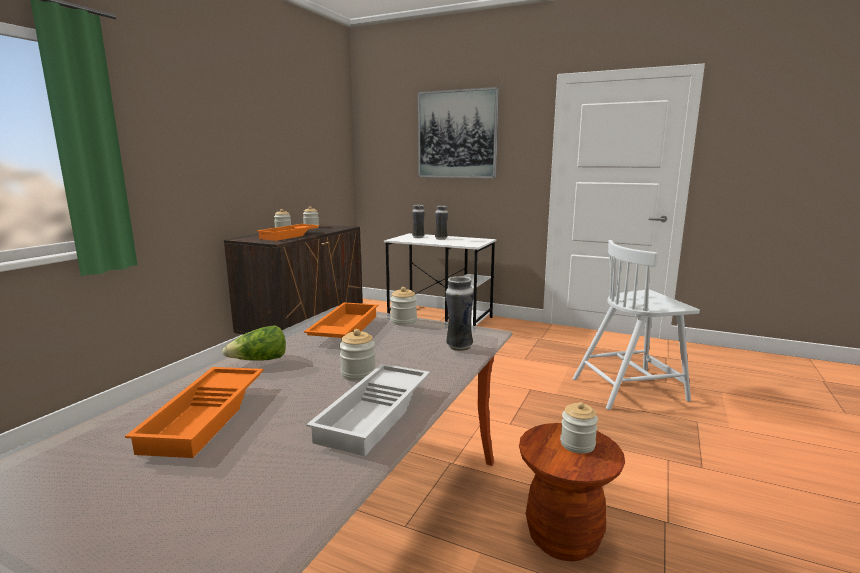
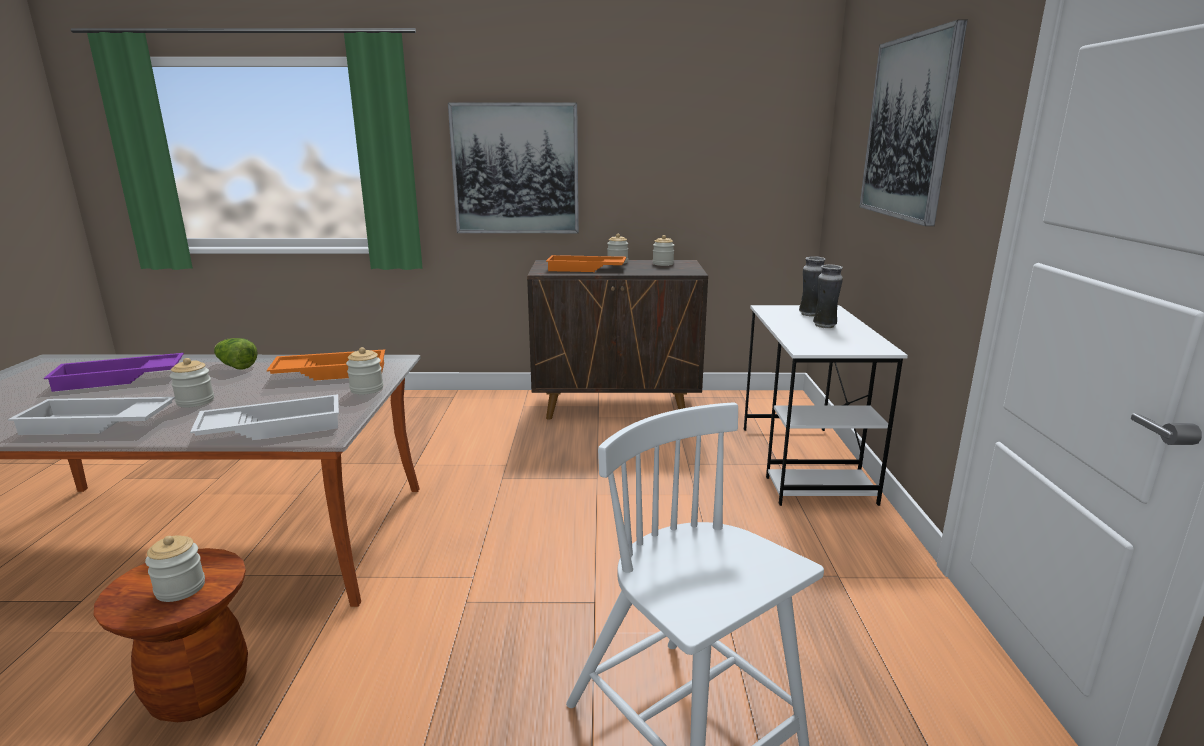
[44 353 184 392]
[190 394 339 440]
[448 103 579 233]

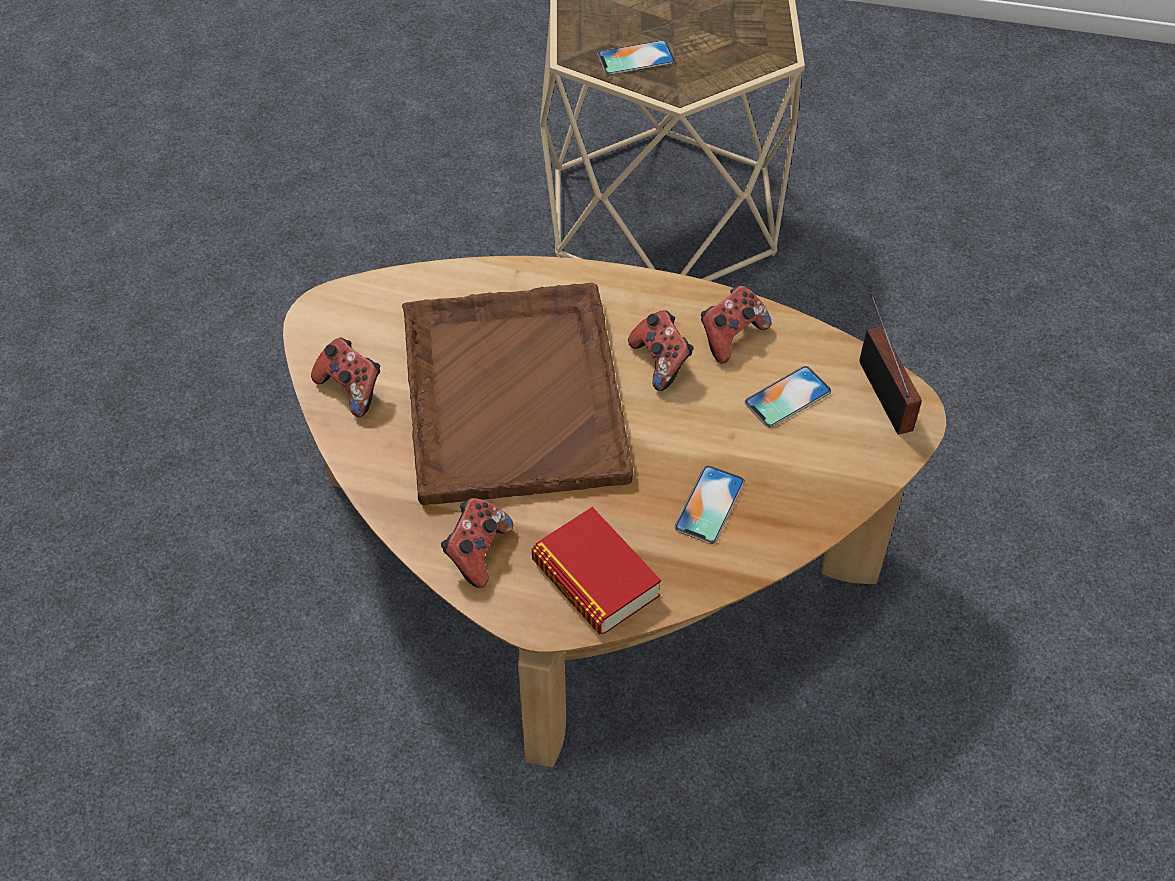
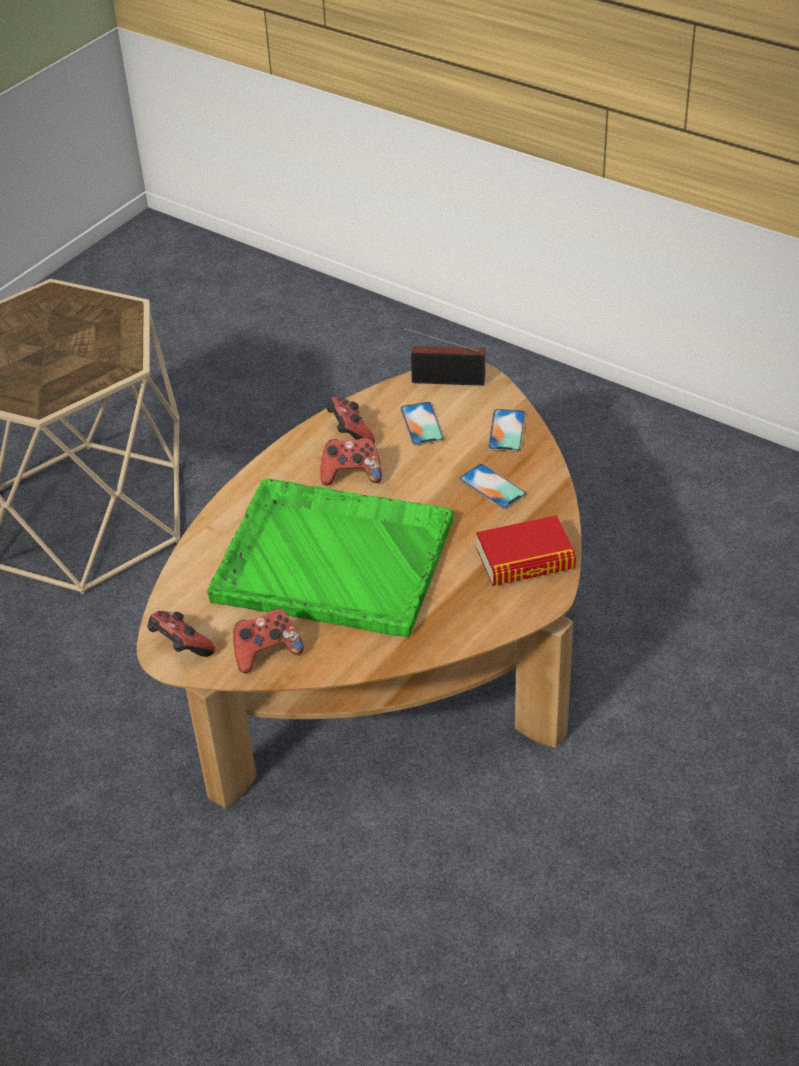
[207 478 454 637]
[147 611 215 657]
[488 409 526 452]

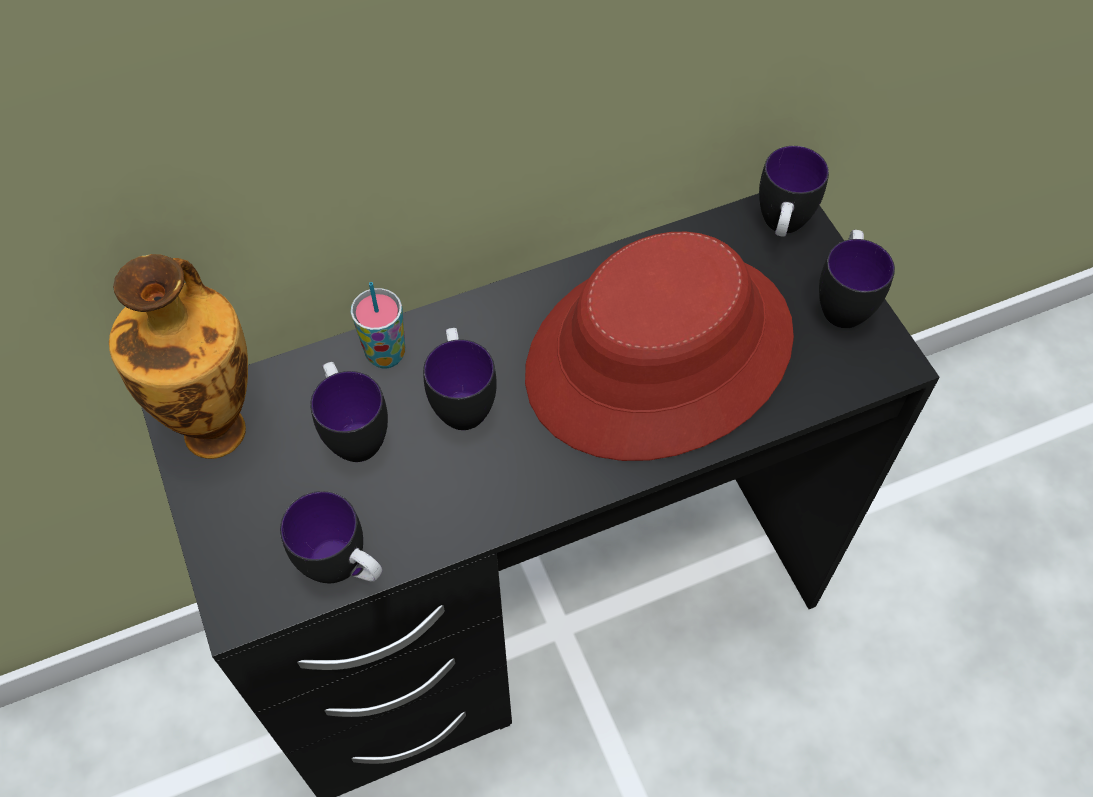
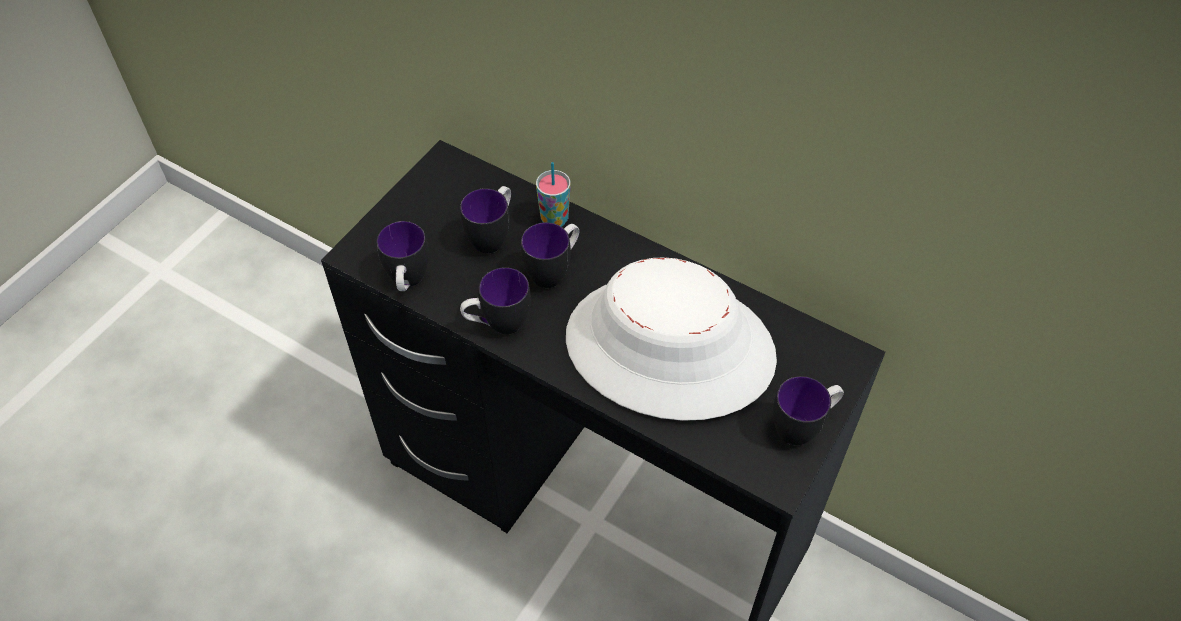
[109 254 248 459] (first image)
[566 257 777 421]
[460 267 531 334]

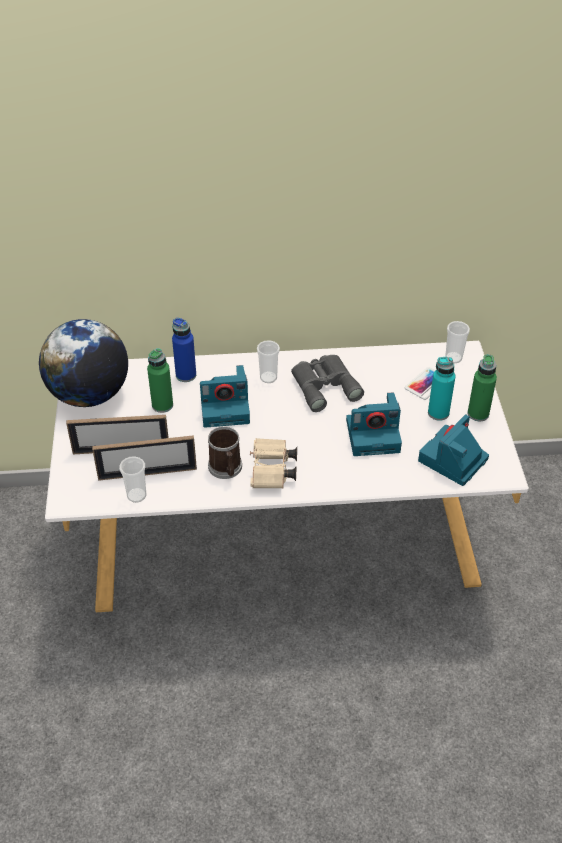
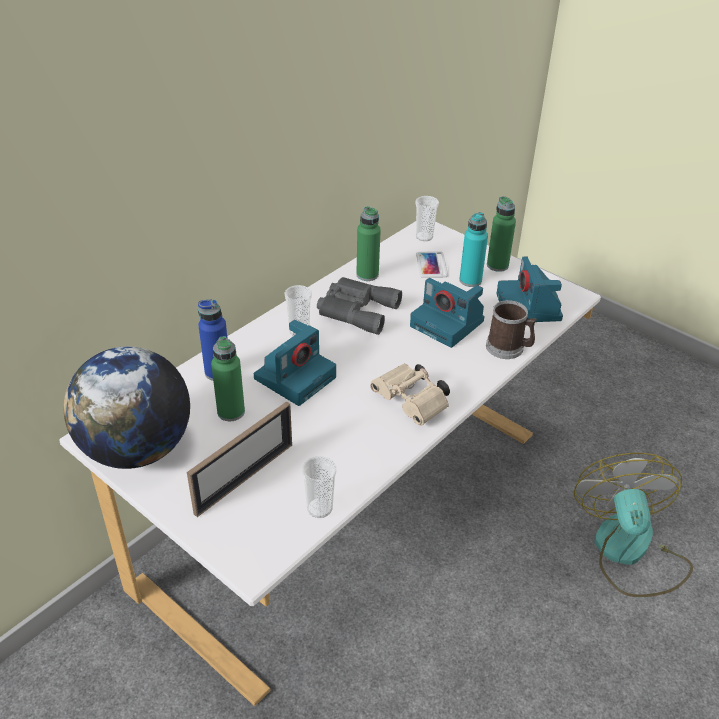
[92 435 197 481] (first image)
[486 300 537 359]
[410 278 485 348]
[356 206 381 281]
[574 453 693 597]

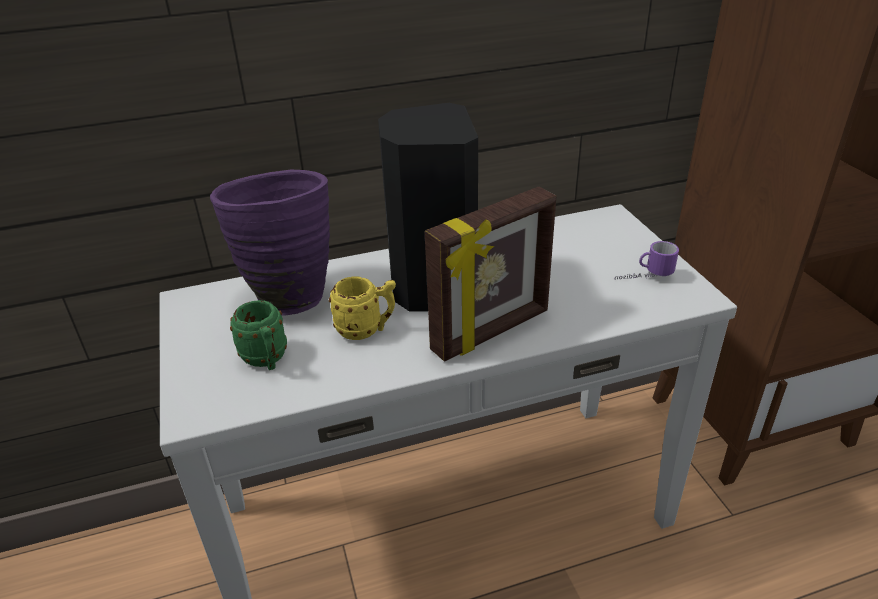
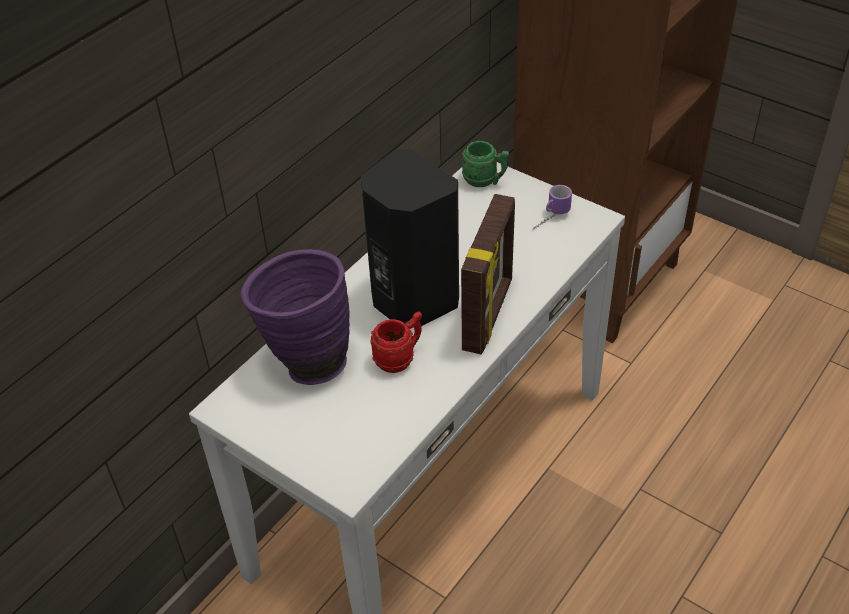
[461 141 509 187]
[370 311 422 373]

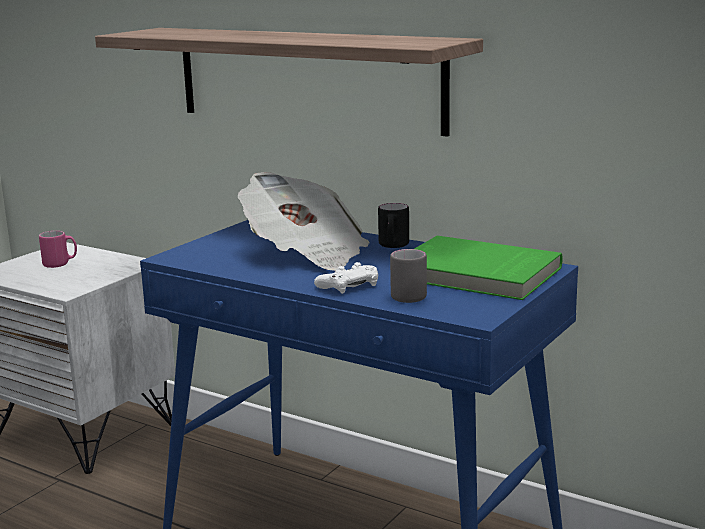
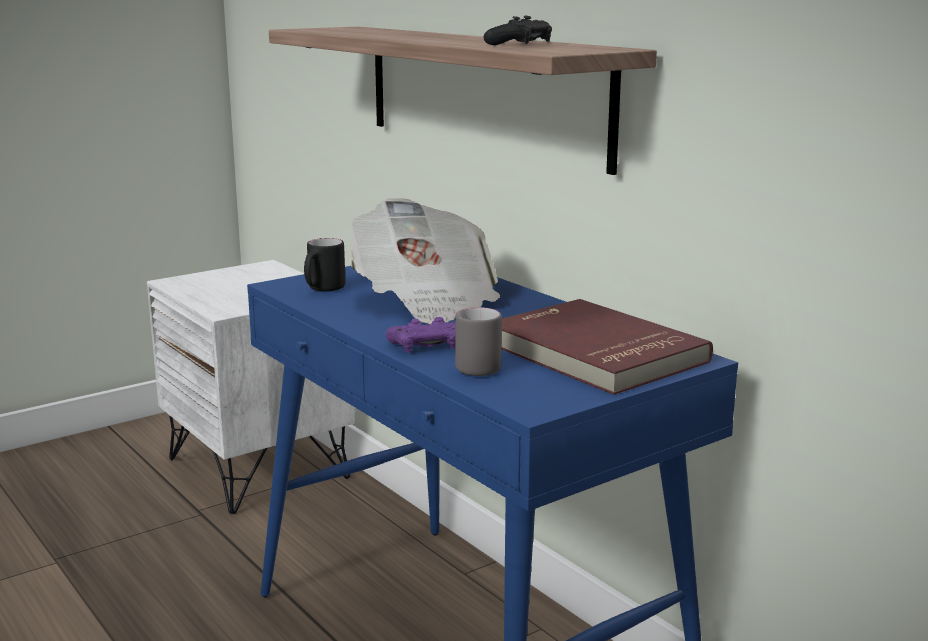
[39 231 77 268] (first image)
[386 317 455 353]
[304 238 345 291]
[501 299 713 395]
[484 16 552 45]

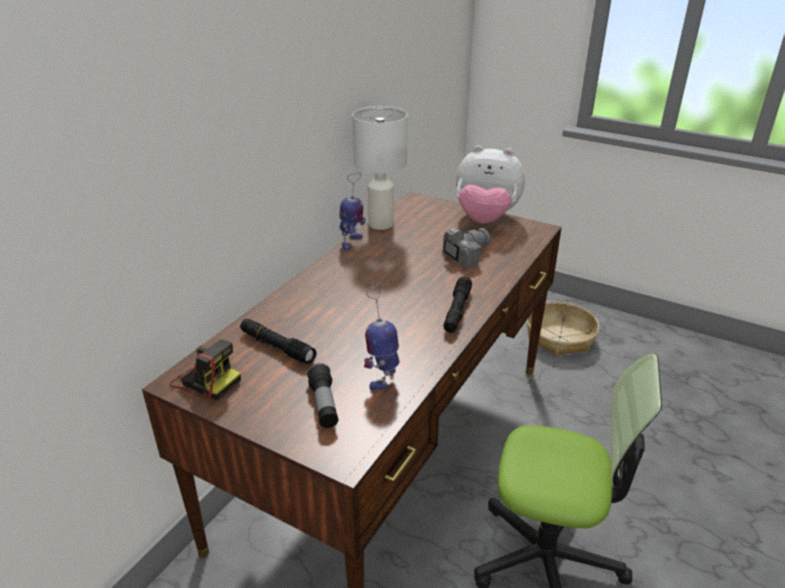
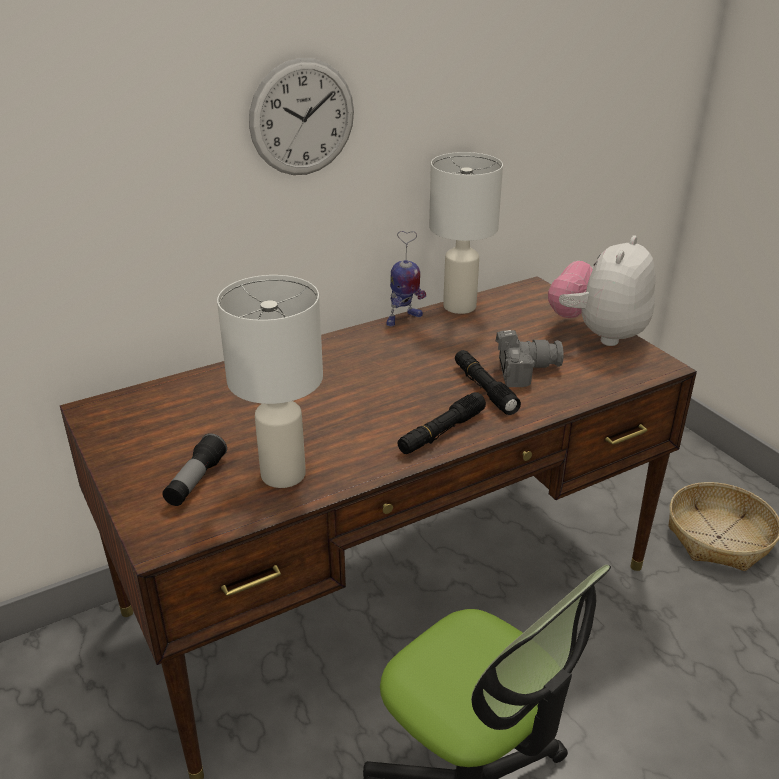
[170 339 241 400] (first image)
[455 350 521 415]
[217 275 323 488]
[548 235 656 346]
[249 58 354 175]

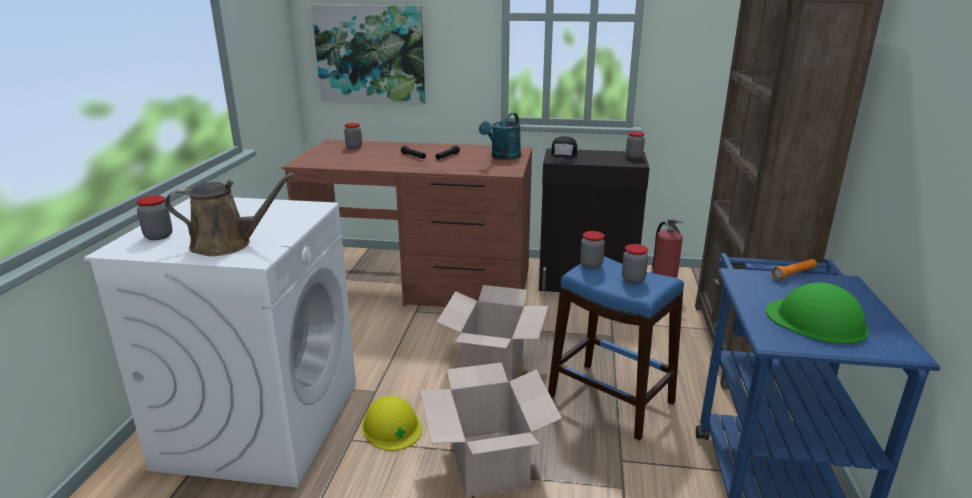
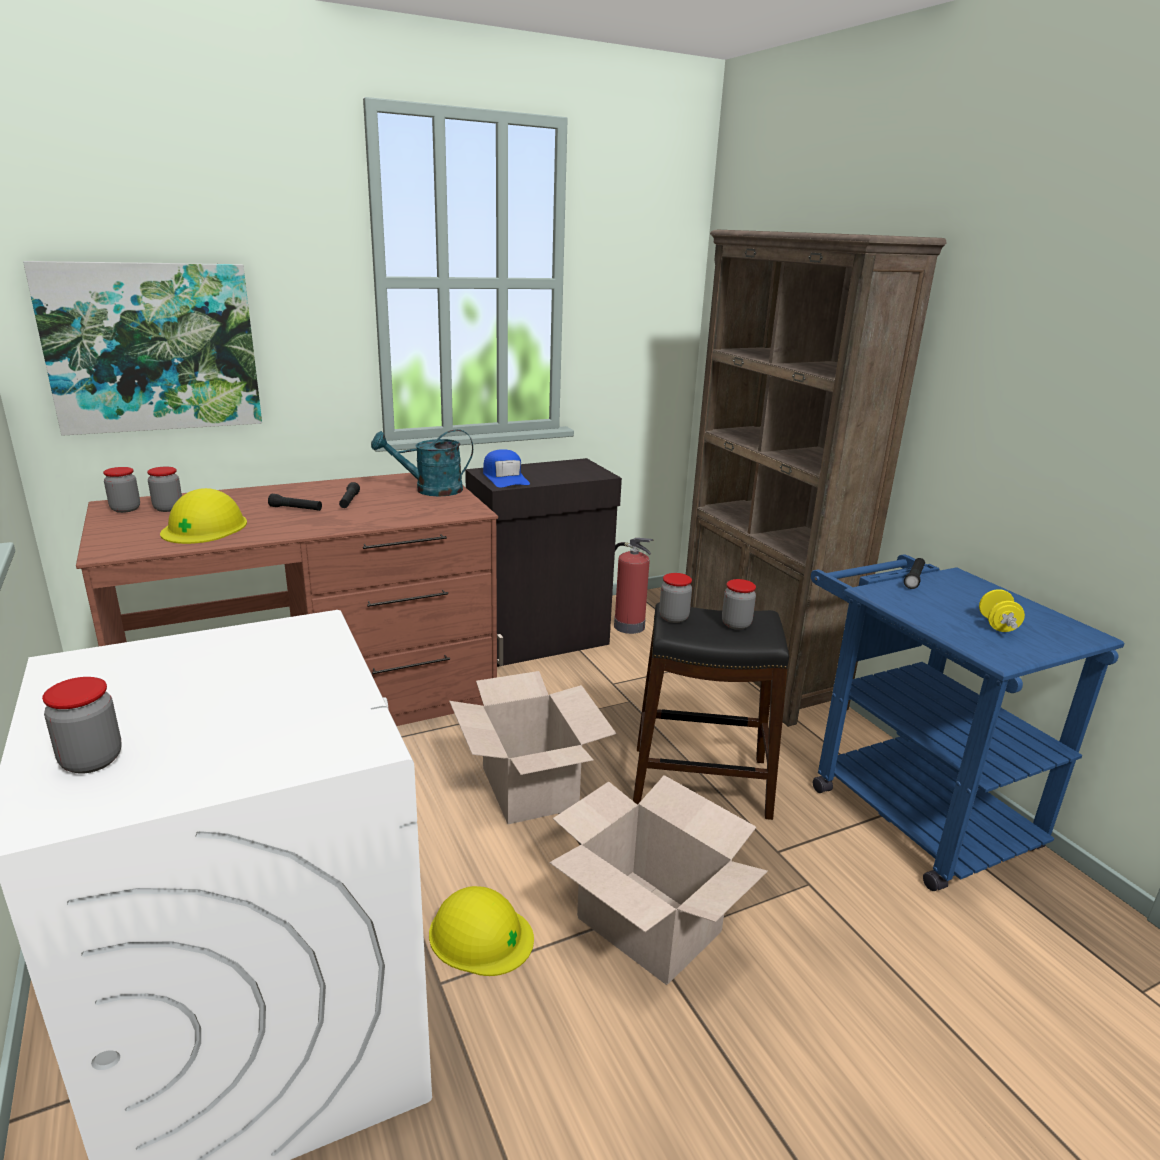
[165 173 295 256] (first image)
[371 429 473 496]
[633 602 789 820]
[483 449 530 488]
[103 467 140 513]
[979 589 1025 632]
[904 558 925 589]
[160 488 247 544]

